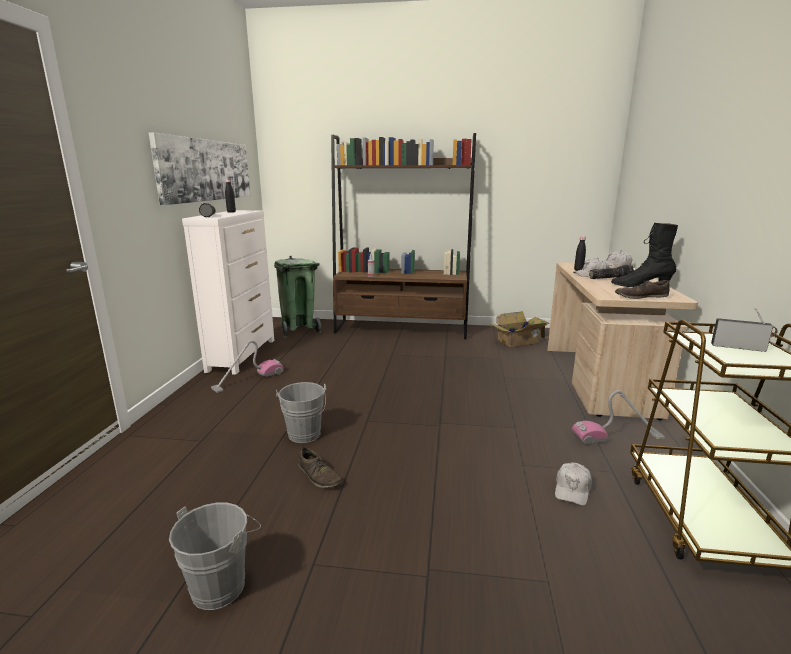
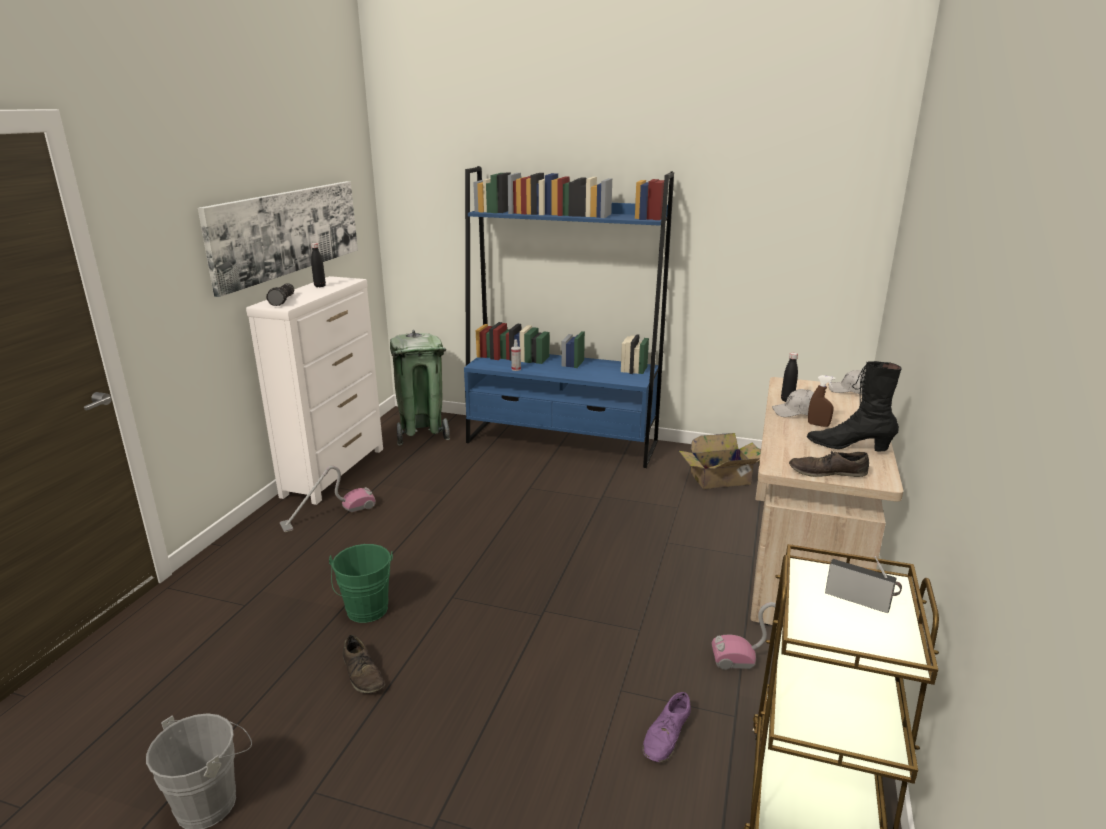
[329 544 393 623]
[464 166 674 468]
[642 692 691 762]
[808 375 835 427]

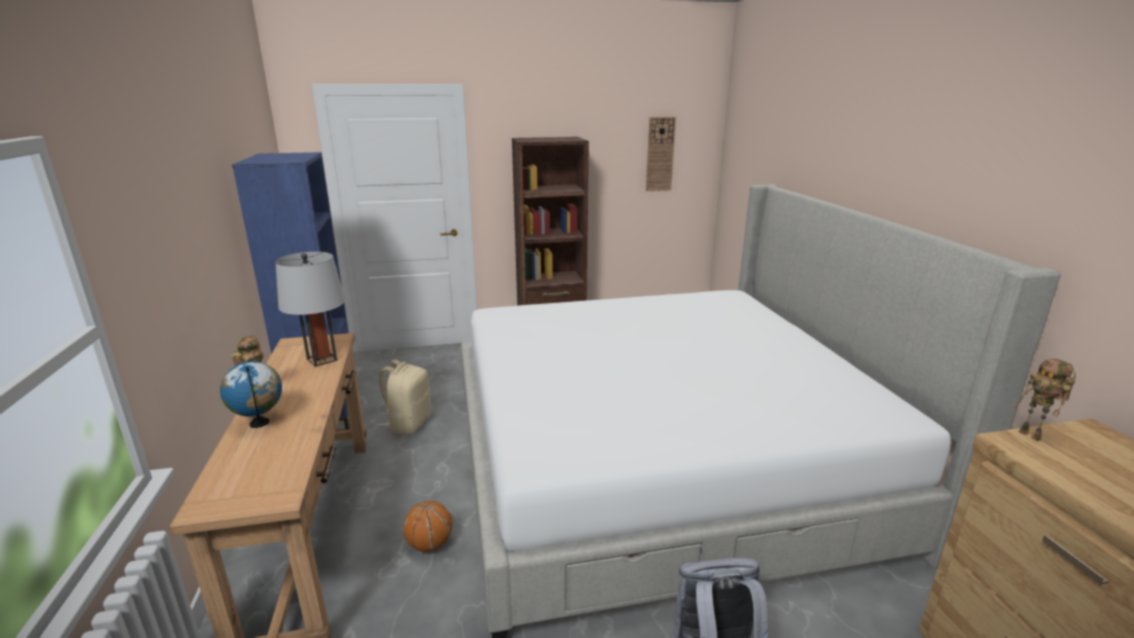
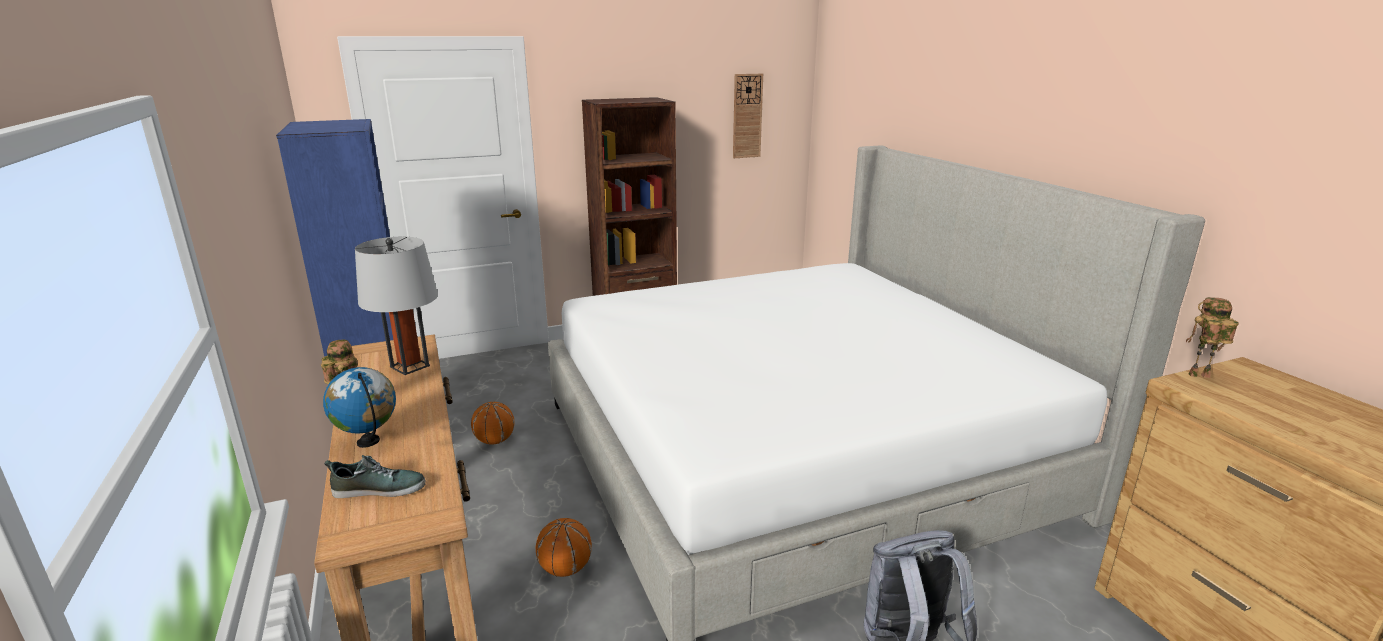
[471 402 514 445]
[1186 297 1239 378]
[324 455 426 498]

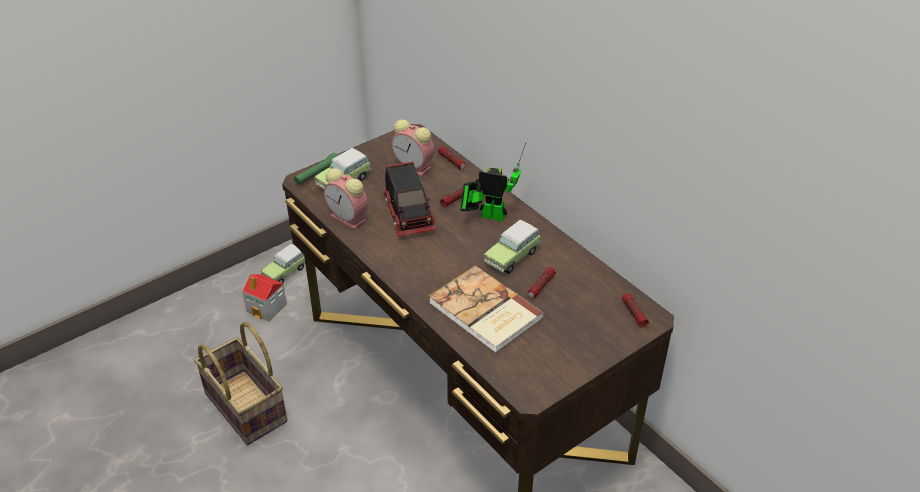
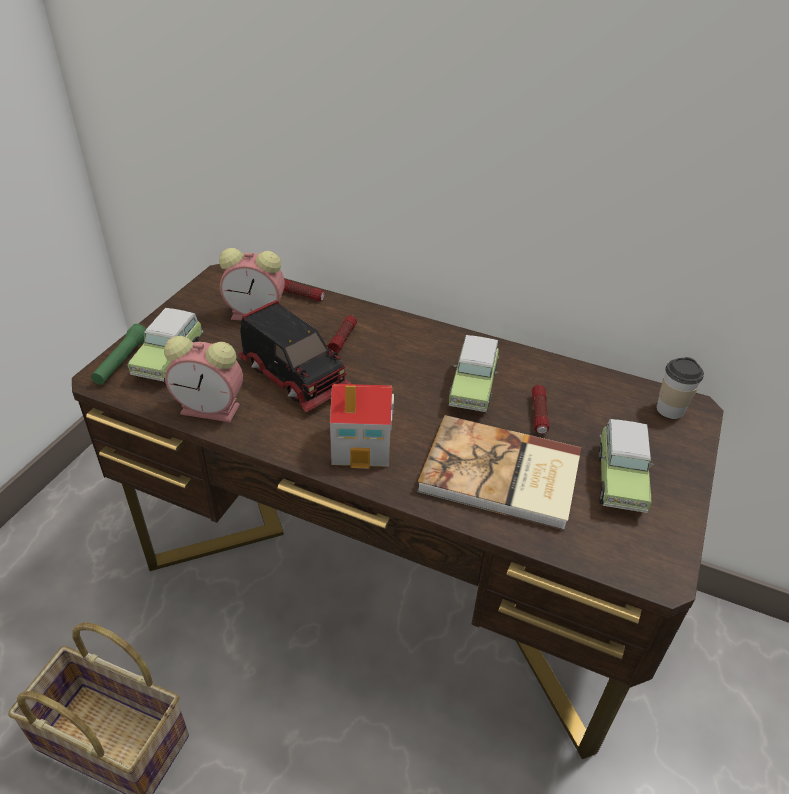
[330 384 394 469]
[598 419 654 513]
[460 139 527 221] (first image)
[656 357 704 419]

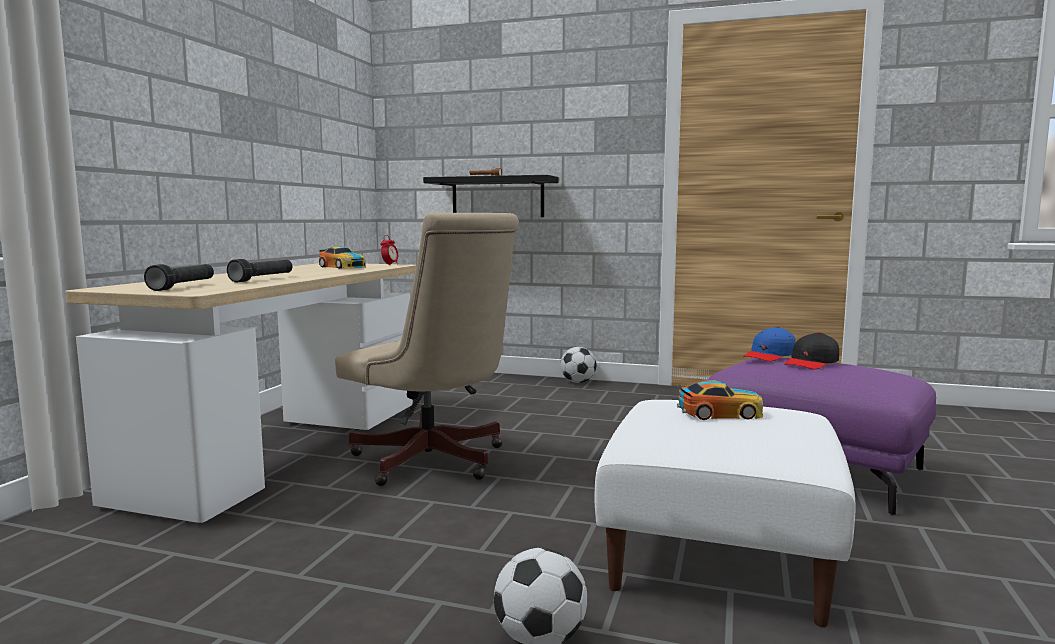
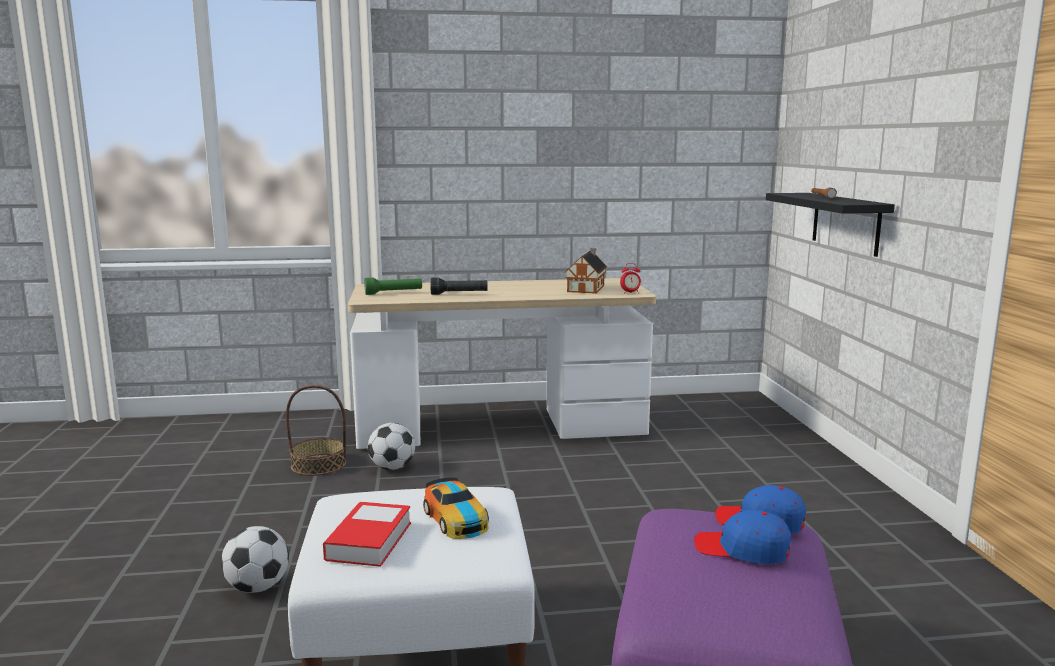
[364 277 422 295]
[566 248 607 294]
[335 213 519 486] (first image)
[368 423 415 470]
[694 510 791 564]
[286 385 346 476]
[323 502 411 567]

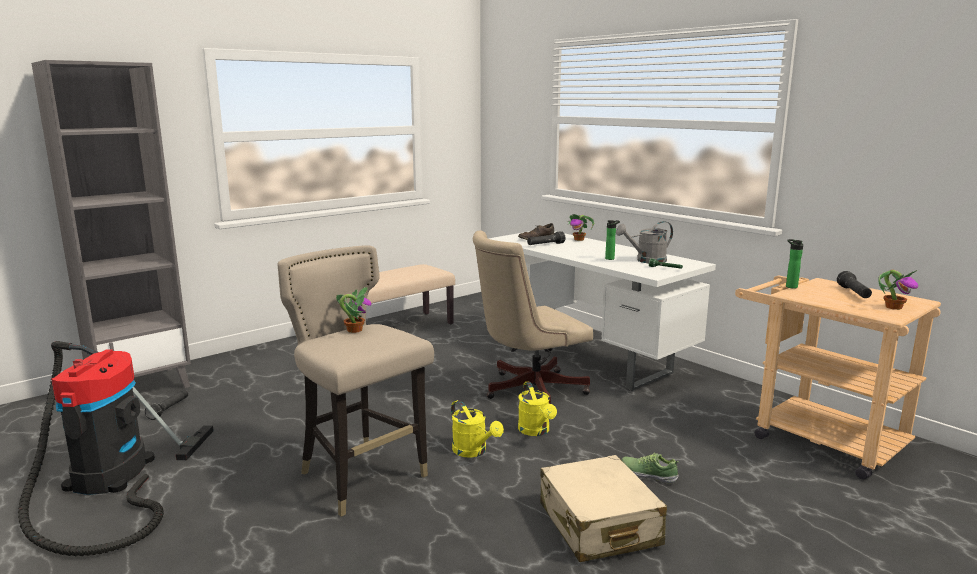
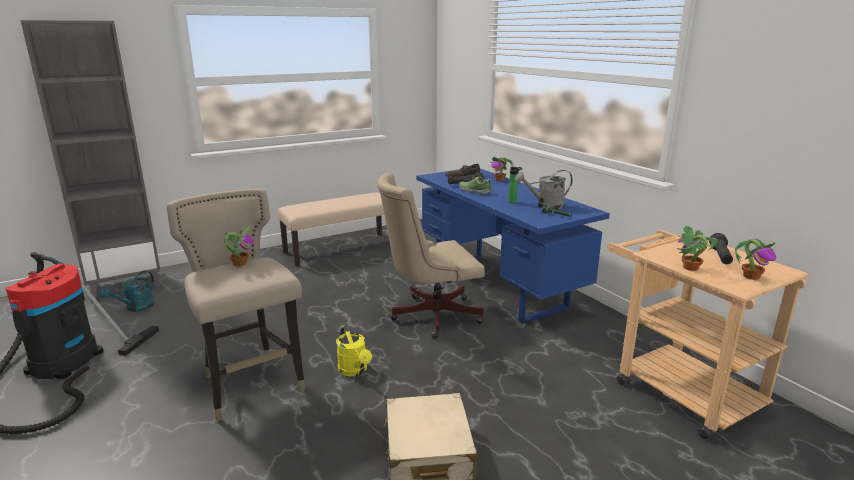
[100 271 154 312]
[417 169 610 324]
[518 381 557 436] (first image)
[459 176 492 195]
[786 239 803 289] (first image)
[677 225 718 271]

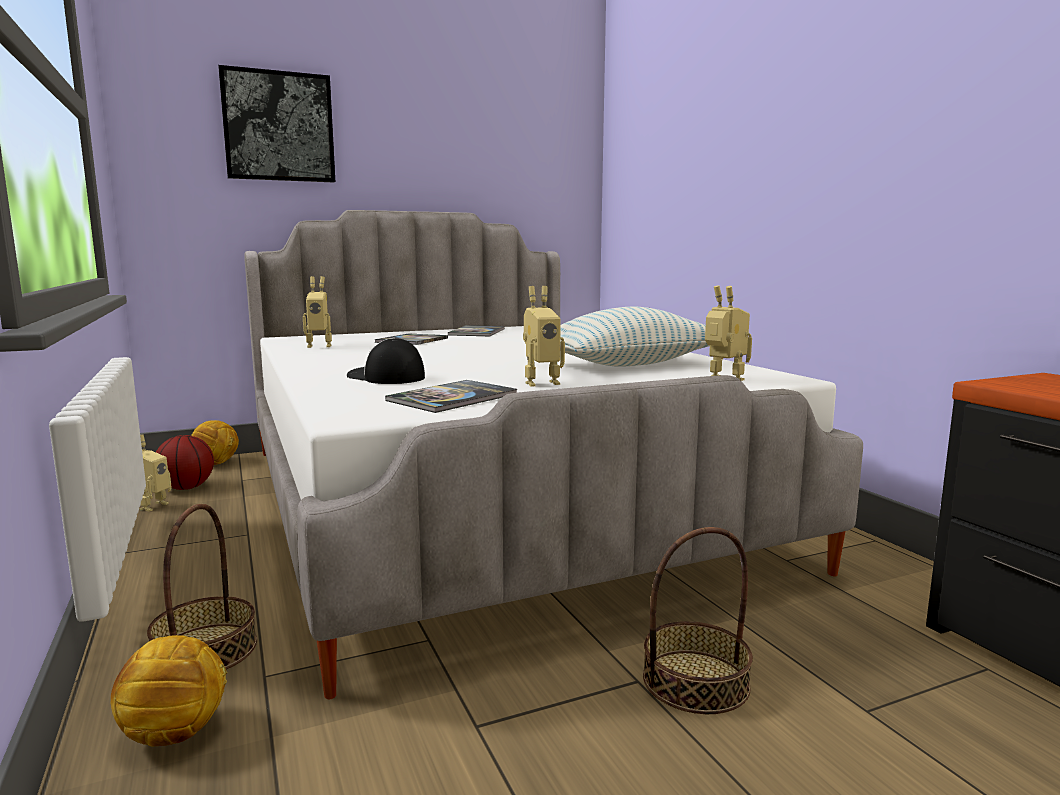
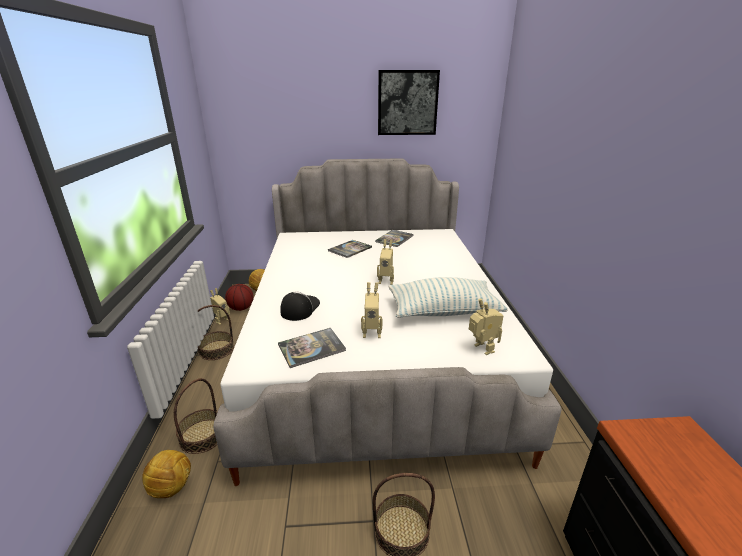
[378 70 440 135]
[377 239 394 285]
[280 292 320 321]
[198 305 234 360]

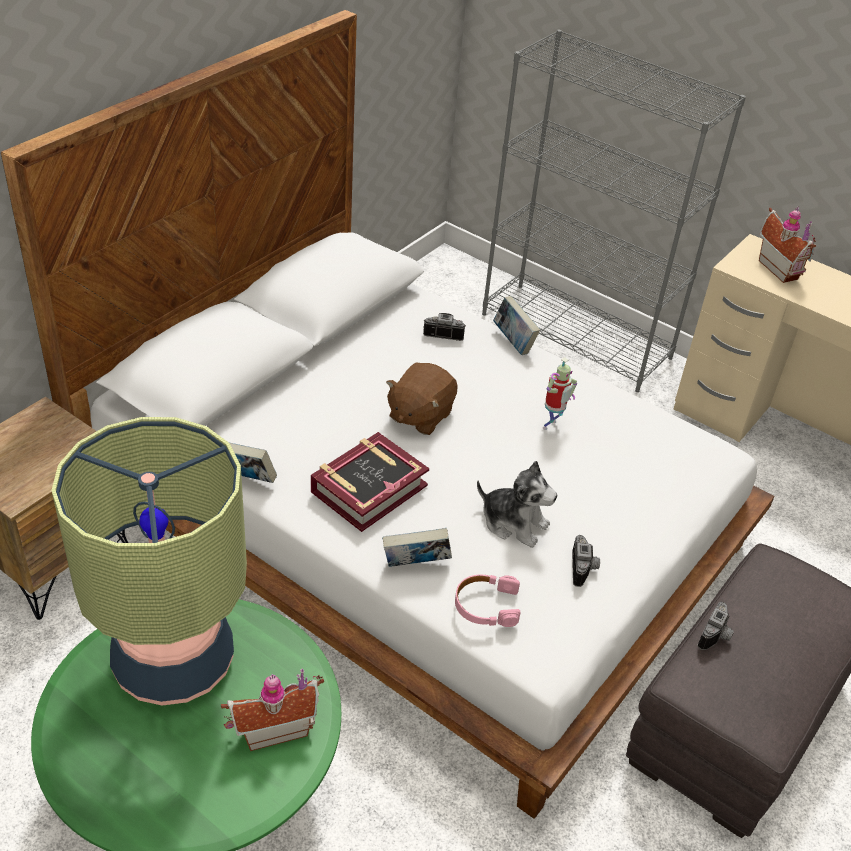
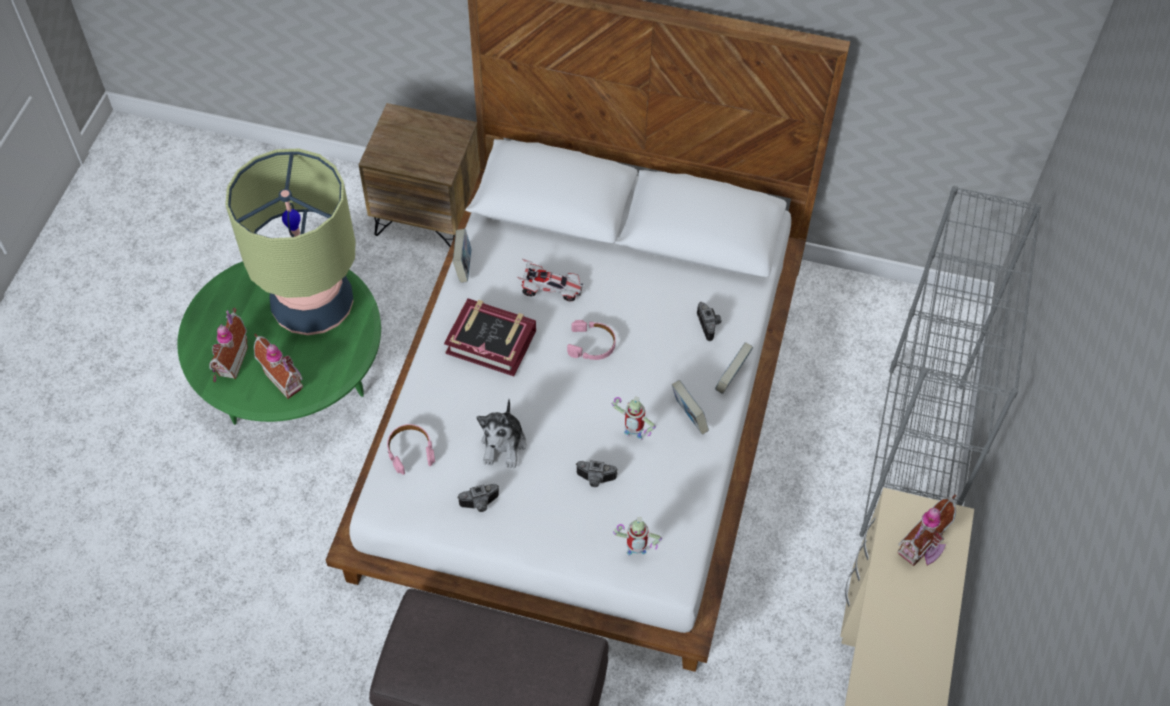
[672 380 709 435]
[567 320 616 360]
[576 460 618 487]
[209 308 248 382]
[518 259 583 301]
[613 517 662 556]

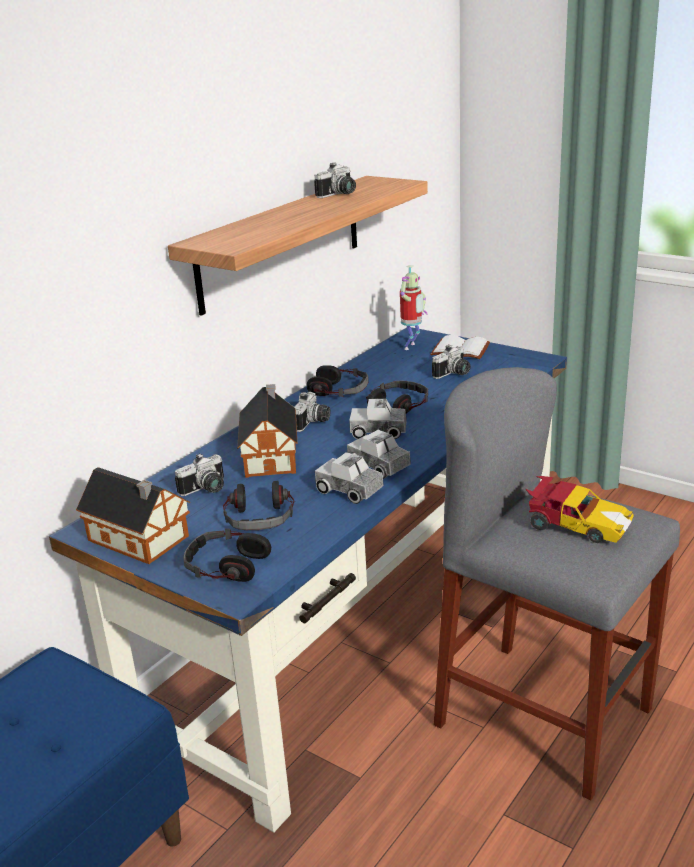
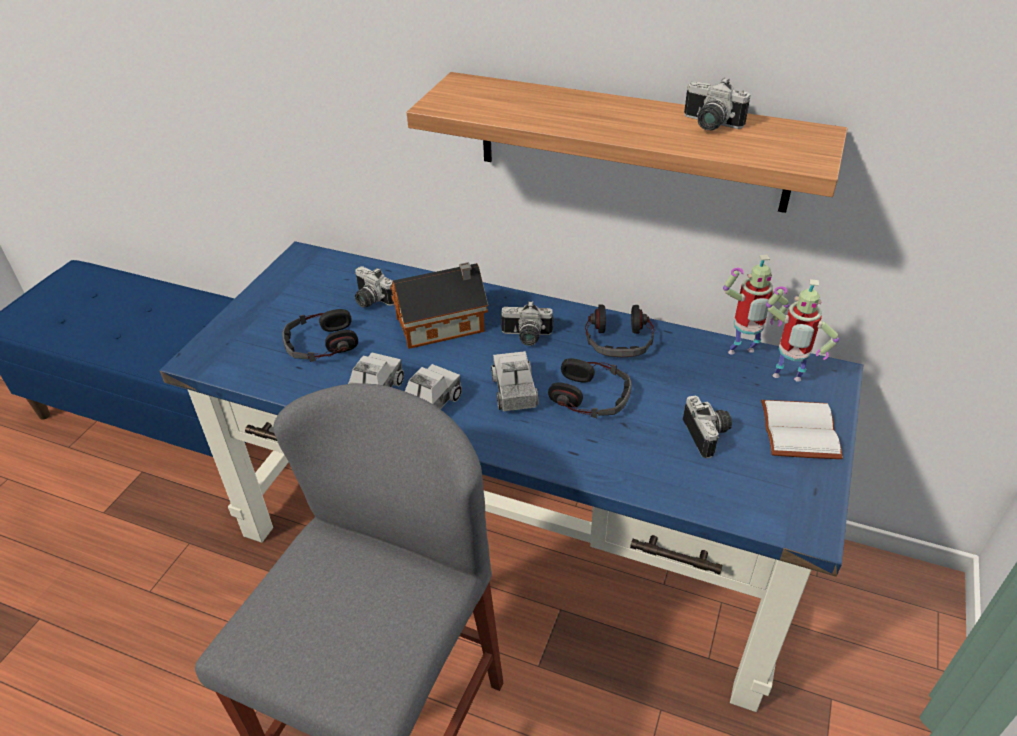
[76 467 190 564] (first image)
[183 528 271 582] (first image)
[683 396 732 458]
[526 476 634 543] (first image)
[723 255 789 355]

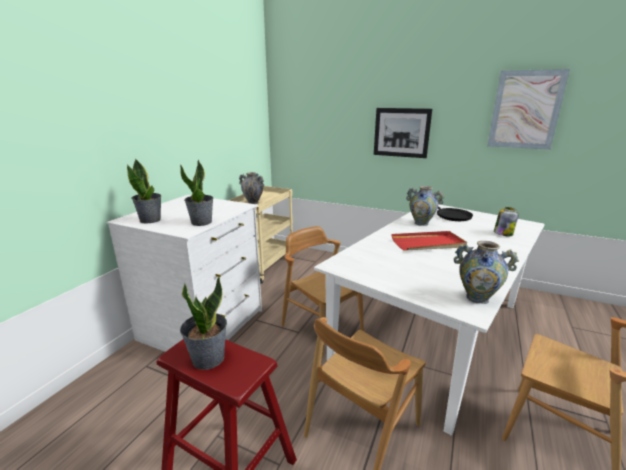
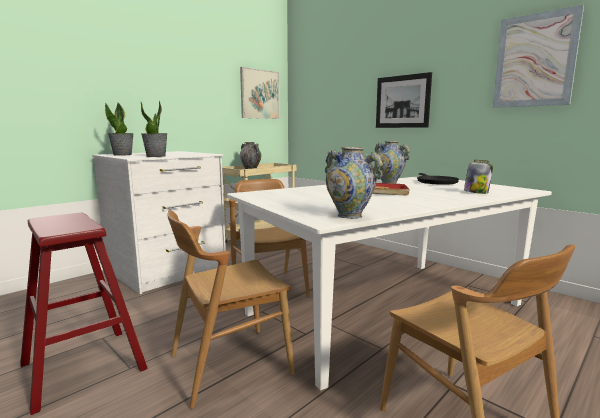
[180 276 227 370] (first image)
[240 67 279 119]

